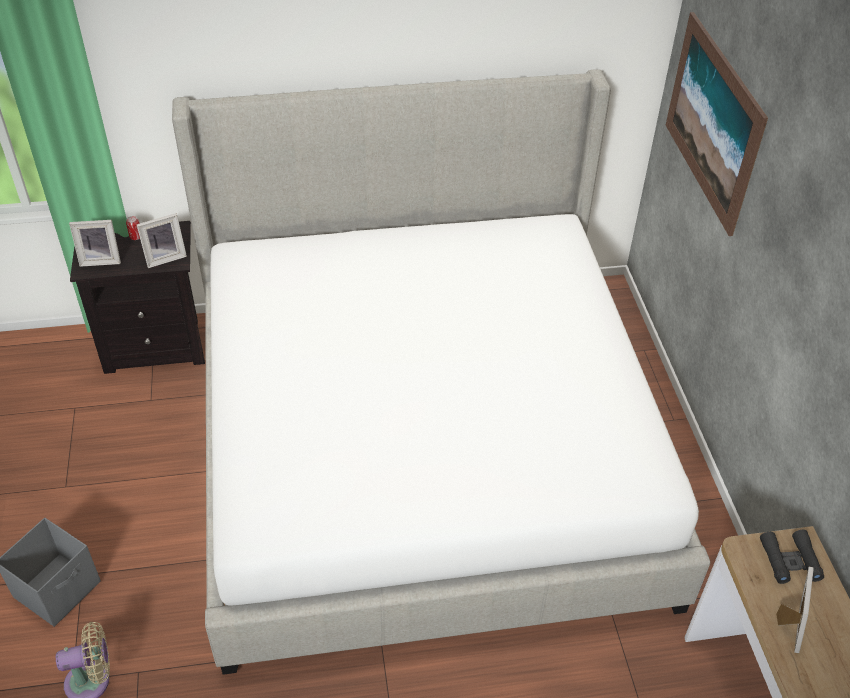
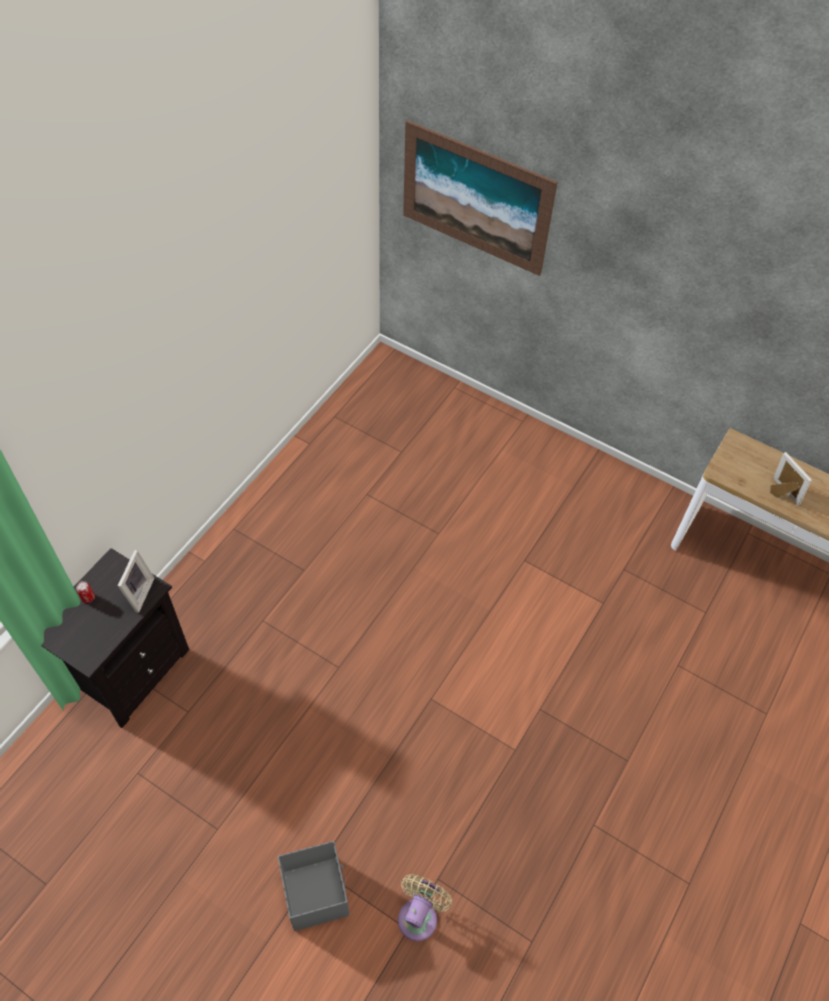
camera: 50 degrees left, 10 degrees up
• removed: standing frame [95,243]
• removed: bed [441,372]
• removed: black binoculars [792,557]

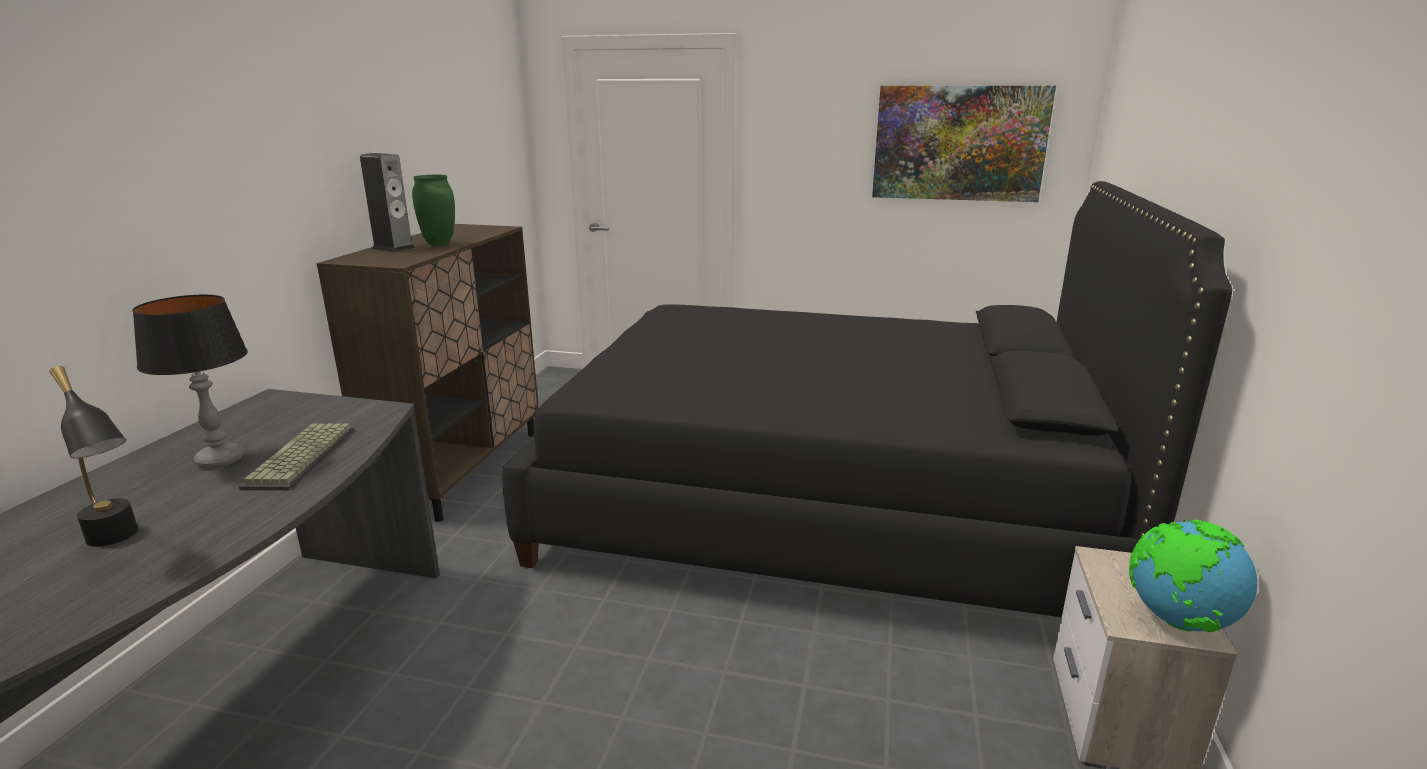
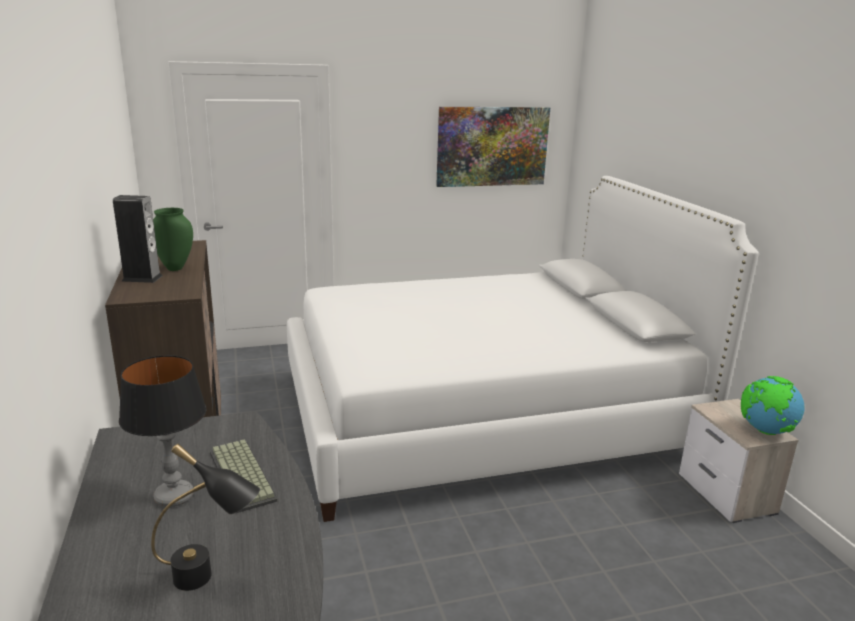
camera: 30 degrees left, 0 degrees up
• recoloured: black bed [867,399] to whitish bed [523,349]

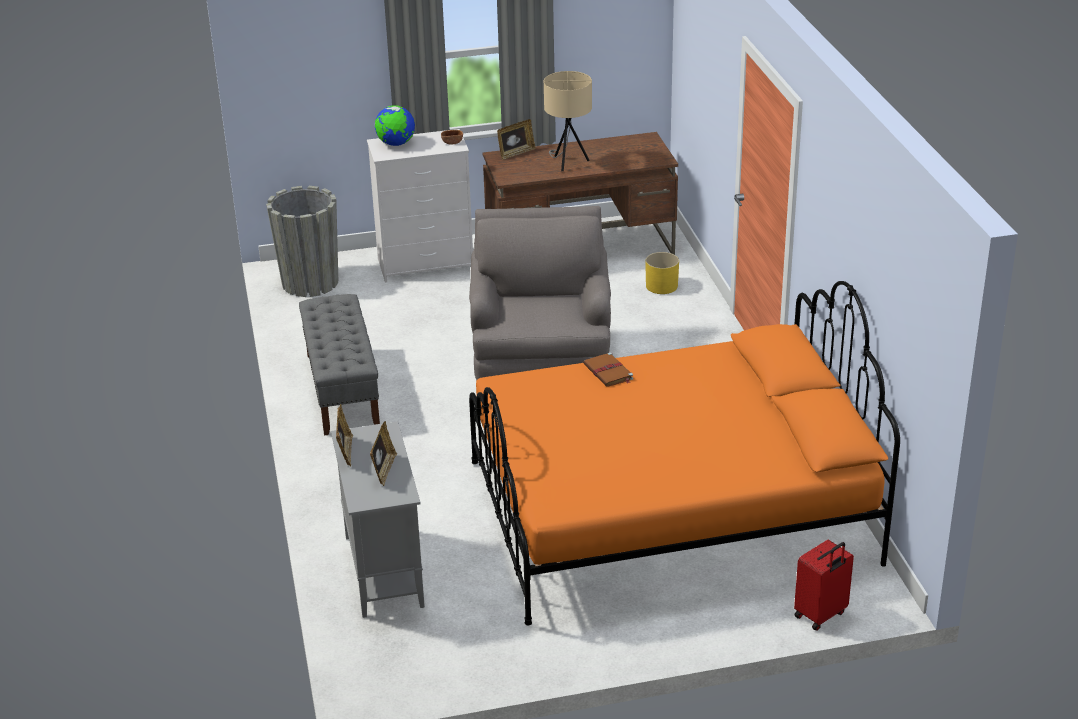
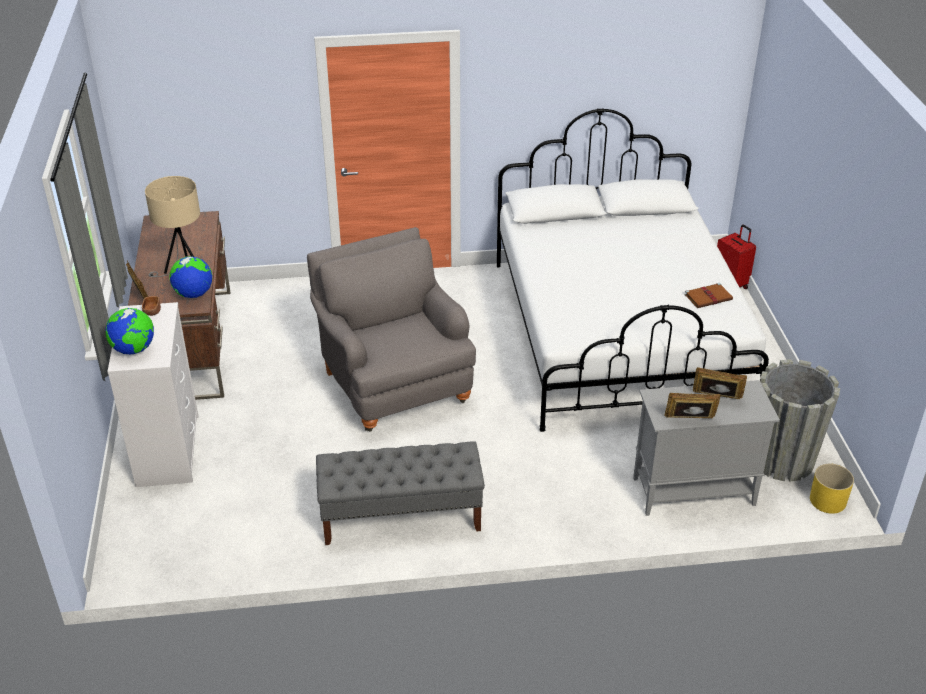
camera: 85 degrees left, 5 degrees up
• added: globe [190,277]
• moved: greyish plant pot [302,241] to [800,420]
• moved: brown-coloured volume [608,369] to [709,295]
• moved: yellow-coloured plant pot [662,273] to [832,489]
• recoloured: orange-coloured bed [684,453] to whitish bed [633,270]
• turned: greyish easy chair [540,293] = [391,329] 60 degrees clockwise

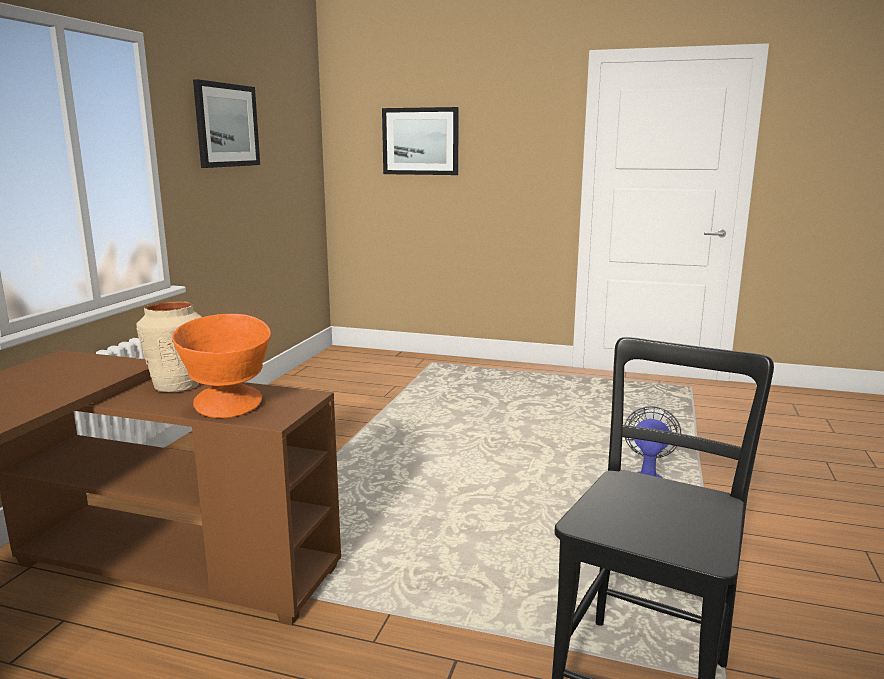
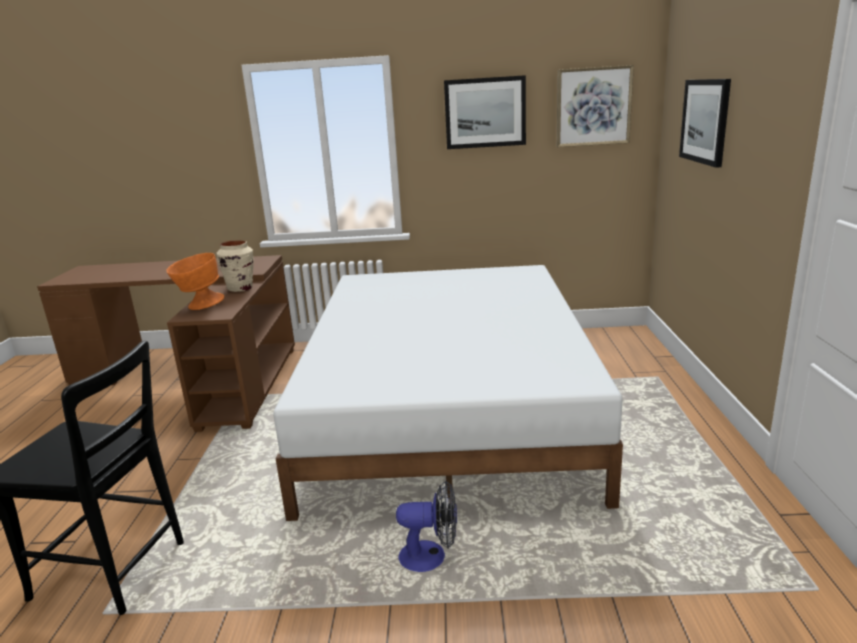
camera: 75 degrees right, 5 degrees up
• added: whitish bed [448,393]
• added: wall art [595,106]

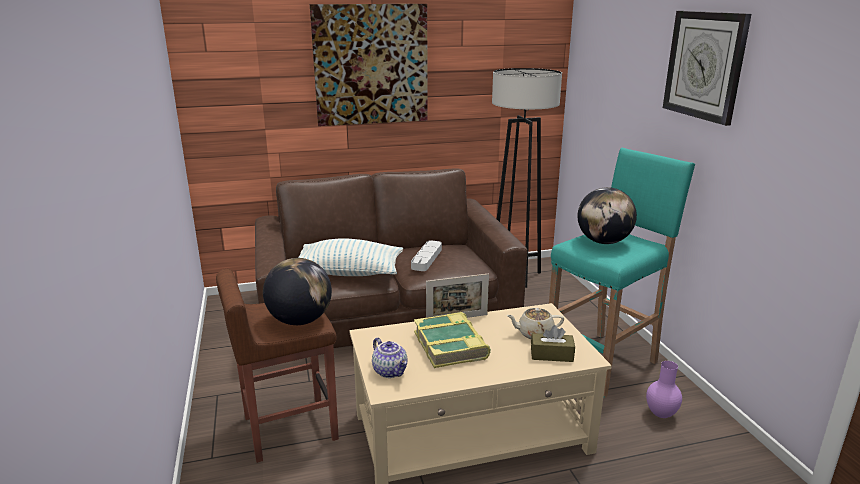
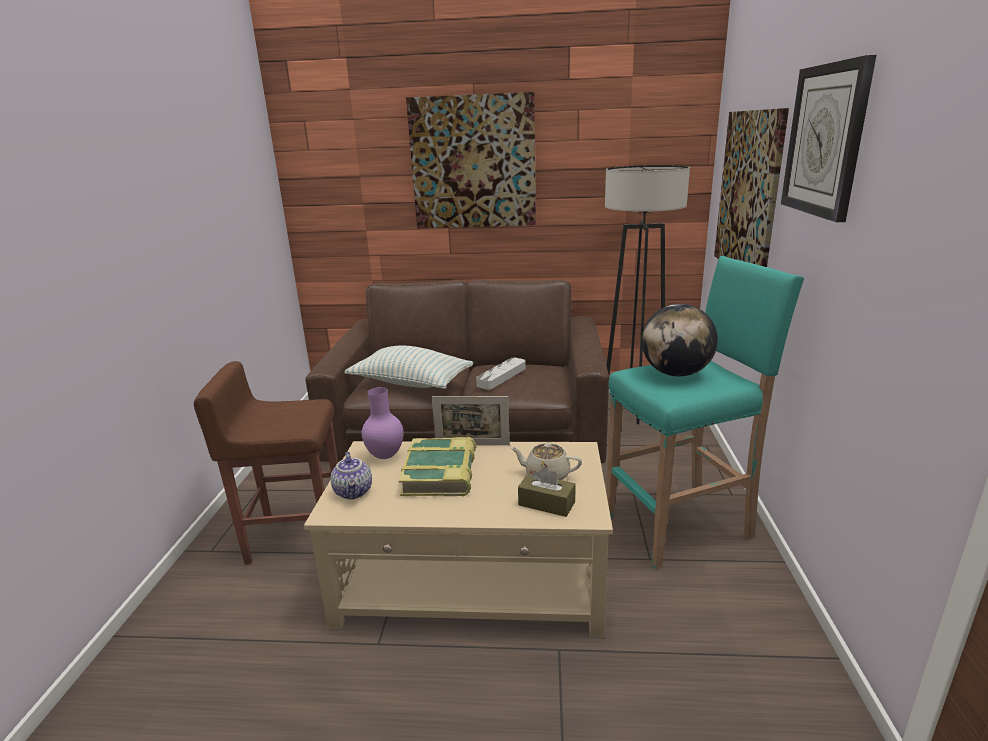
camera: 20 degrees right, 0 degrees up
• removed: globe [297,291]
• added: wall art [751,187]
• moved: purplish flower vase [664,389] to [383,423]

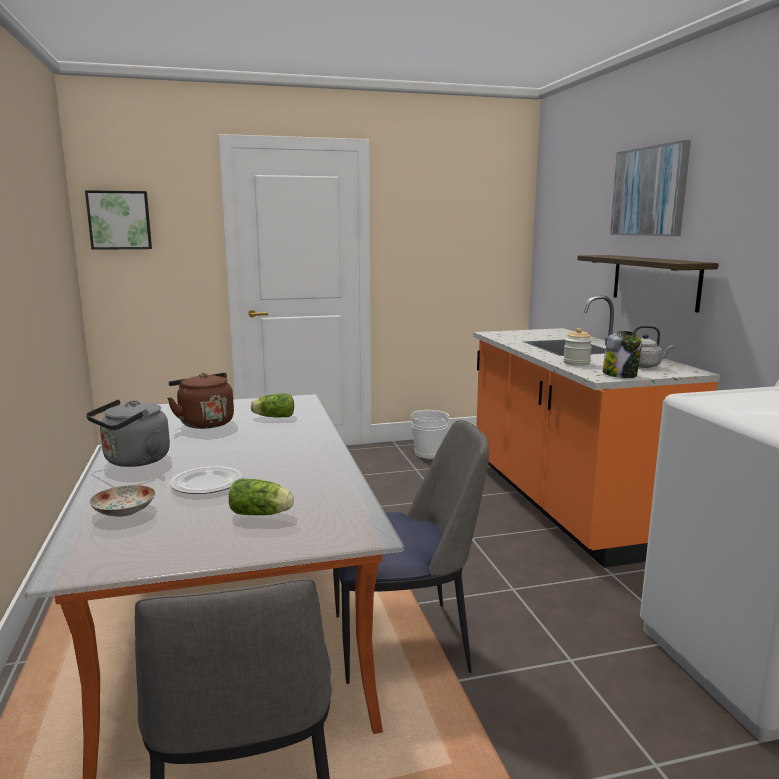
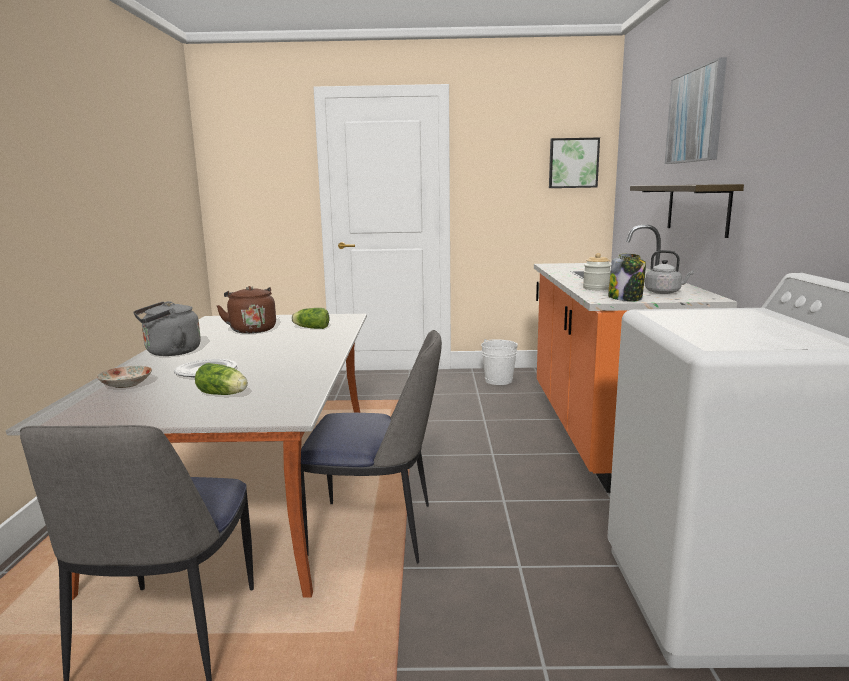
camera: 15 degrees right, 0 degrees up
• moved: wall art [118,220] to [574,163]

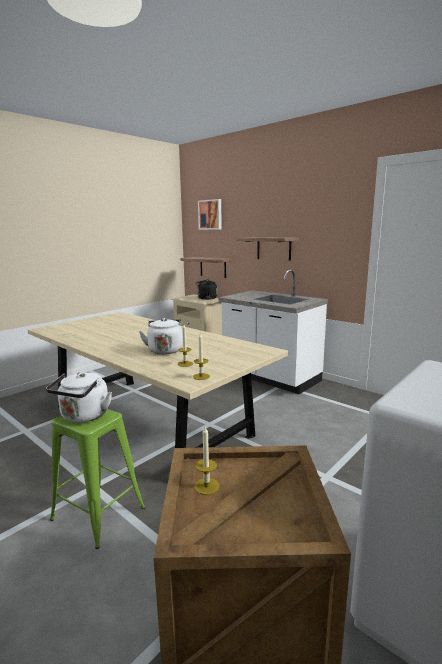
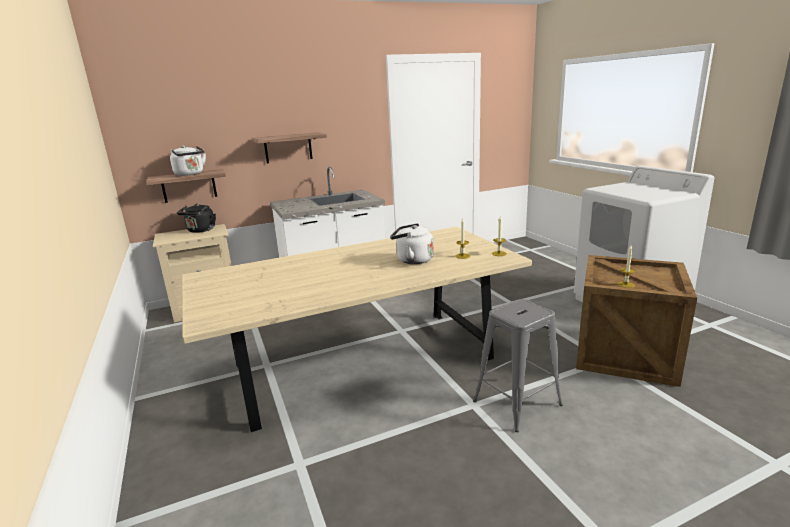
camera: 65 degrees left, 5 degrees up
• removed: wall art [210,214]
• moved: whitish kettle [79,397] to [188,161]
• recoloured: green stool [97,479] to greyish stool [518,365]

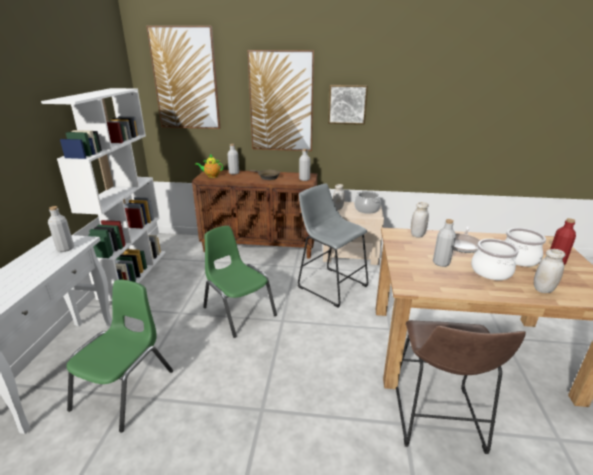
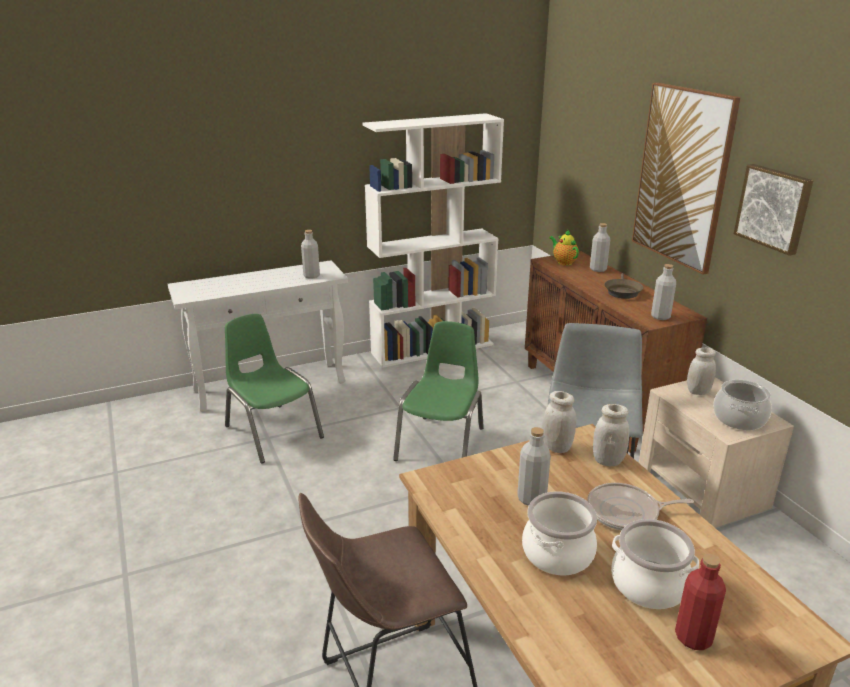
camera: 60 degrees right, 0 degrees up
• removed: wall art [183,77]
• moved: whitish preserve jar [549,271] to [559,422]
• turned: green upright chair [120,355] = [274,389] 120 degrees counterclockwise

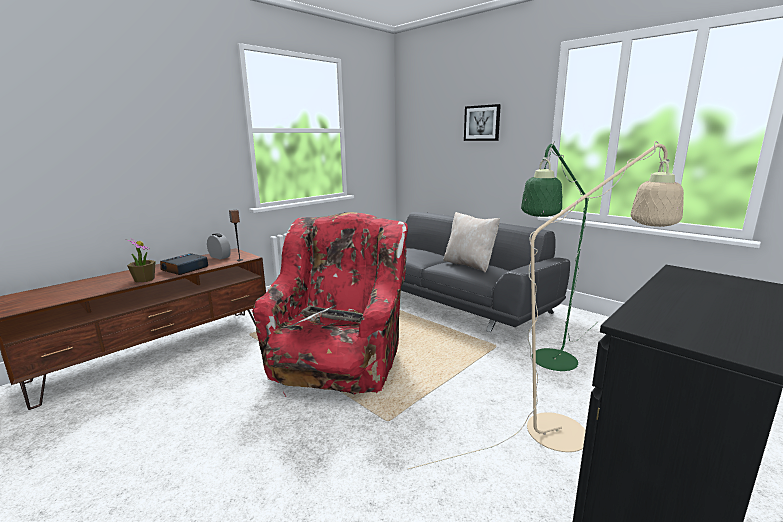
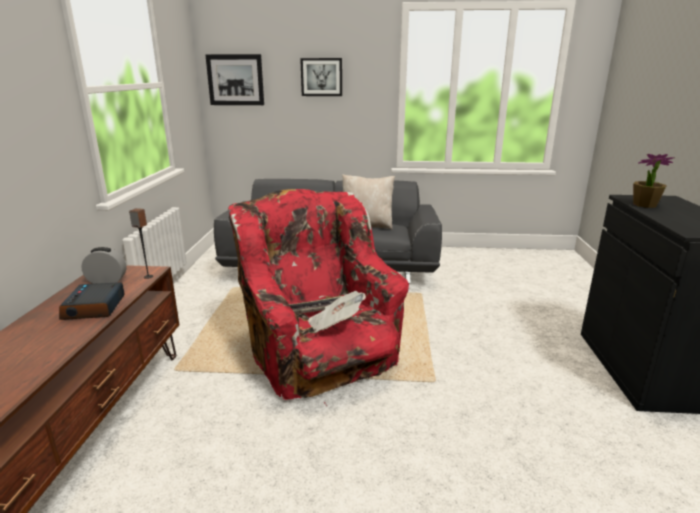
camera: 40 degrees left, 5 degrees up
• removed: beige floor lamp [546,305]
• removed: green floor lamp [559,256]
• added: wall art [234,79]
• moved: houseplant [140,260] to [654,181]

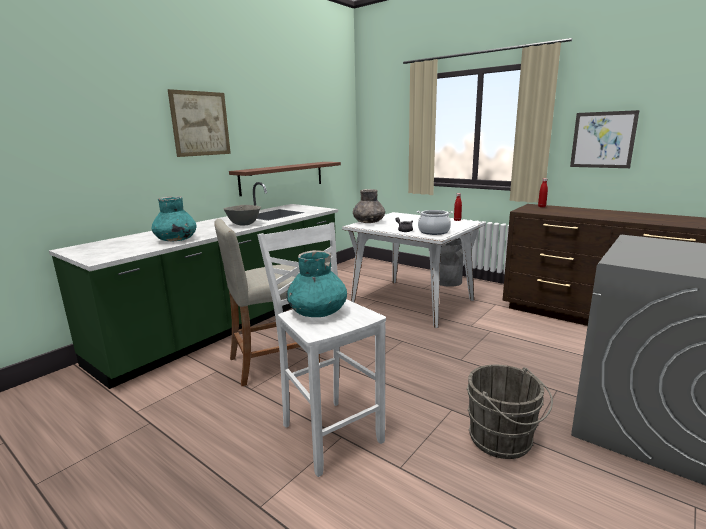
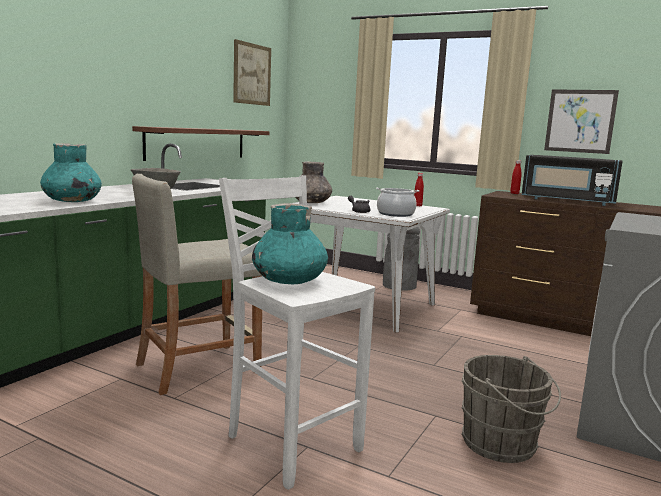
camera: 10 degrees left, 5 degrees down
• added: black kitchen microwave [572,180]
• moved: wall art [199,123] to [252,72]

